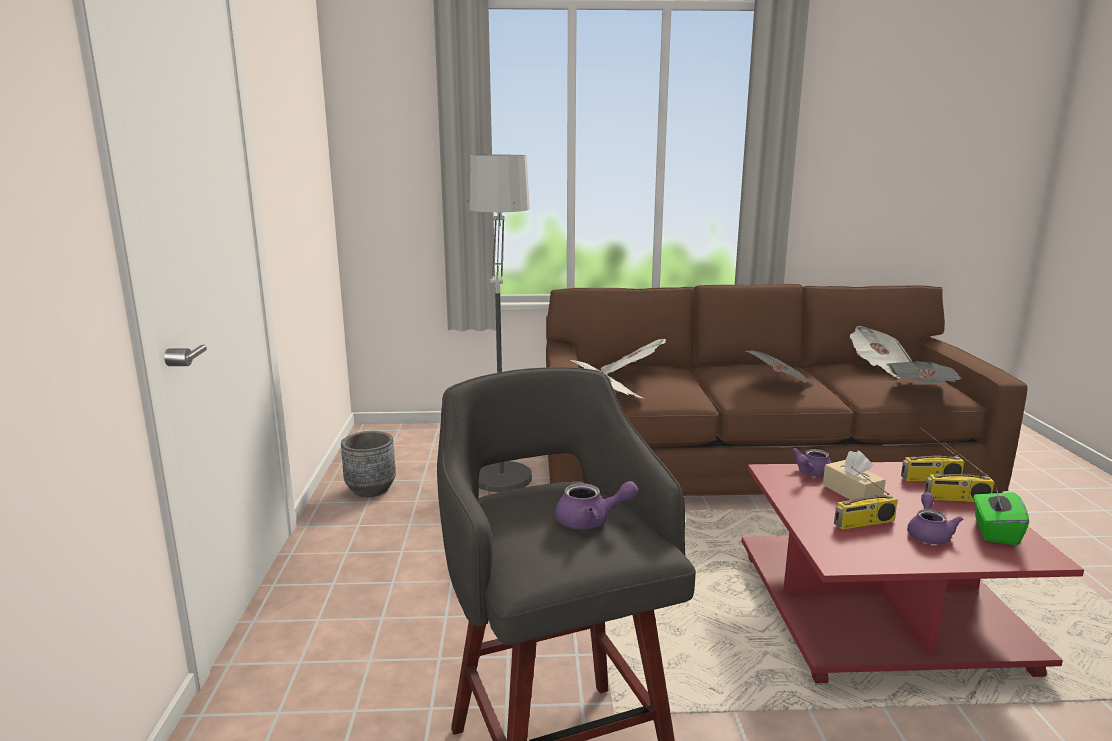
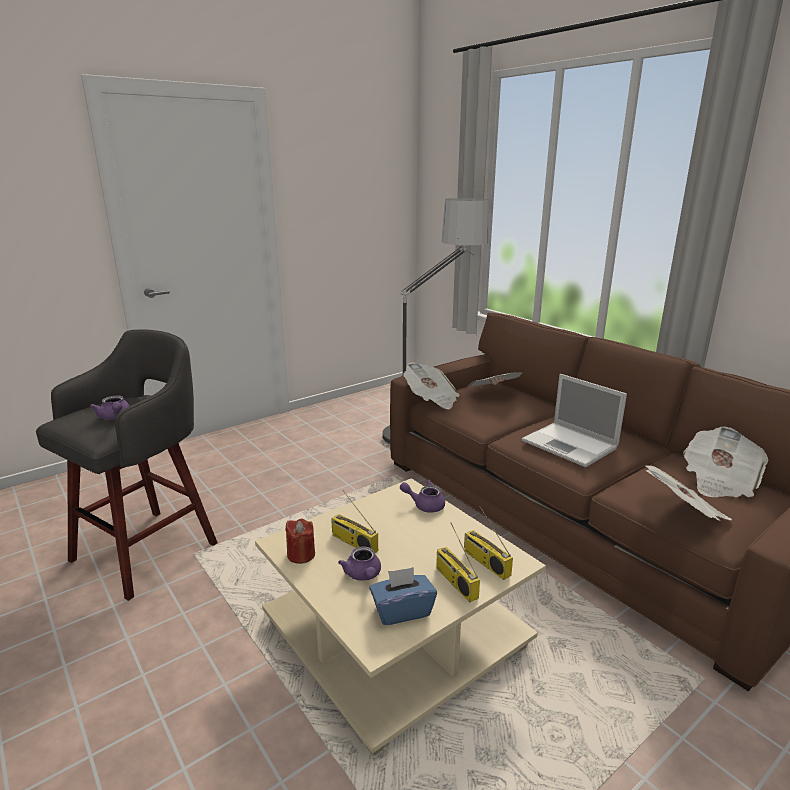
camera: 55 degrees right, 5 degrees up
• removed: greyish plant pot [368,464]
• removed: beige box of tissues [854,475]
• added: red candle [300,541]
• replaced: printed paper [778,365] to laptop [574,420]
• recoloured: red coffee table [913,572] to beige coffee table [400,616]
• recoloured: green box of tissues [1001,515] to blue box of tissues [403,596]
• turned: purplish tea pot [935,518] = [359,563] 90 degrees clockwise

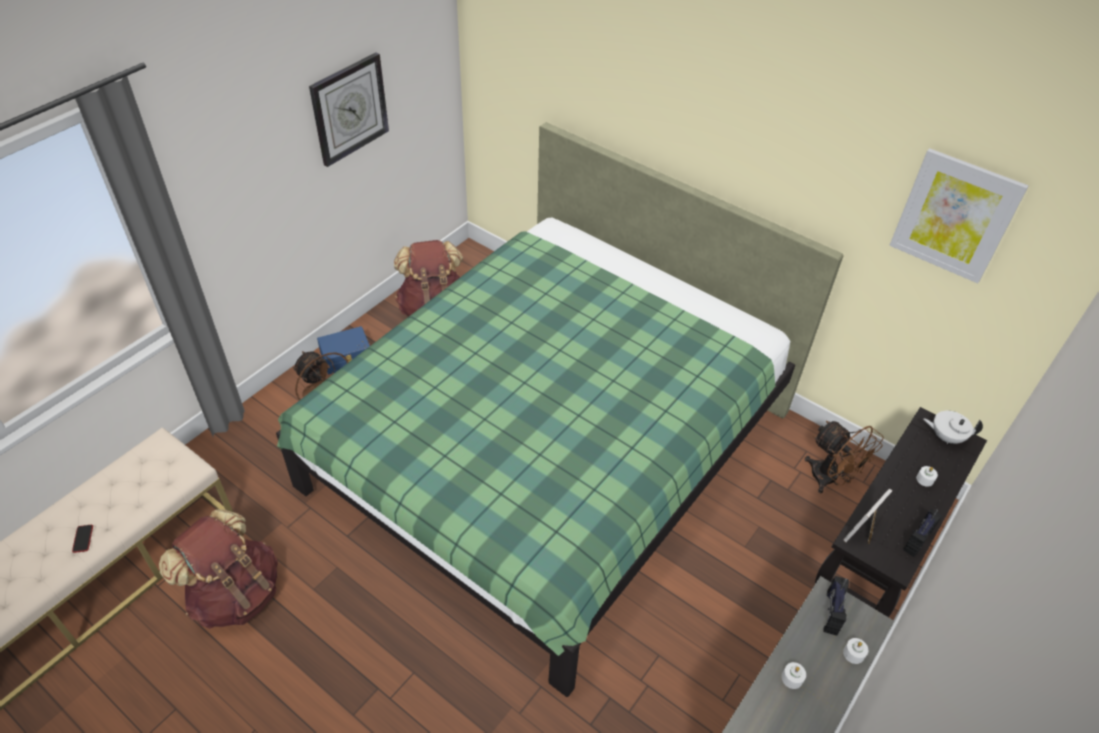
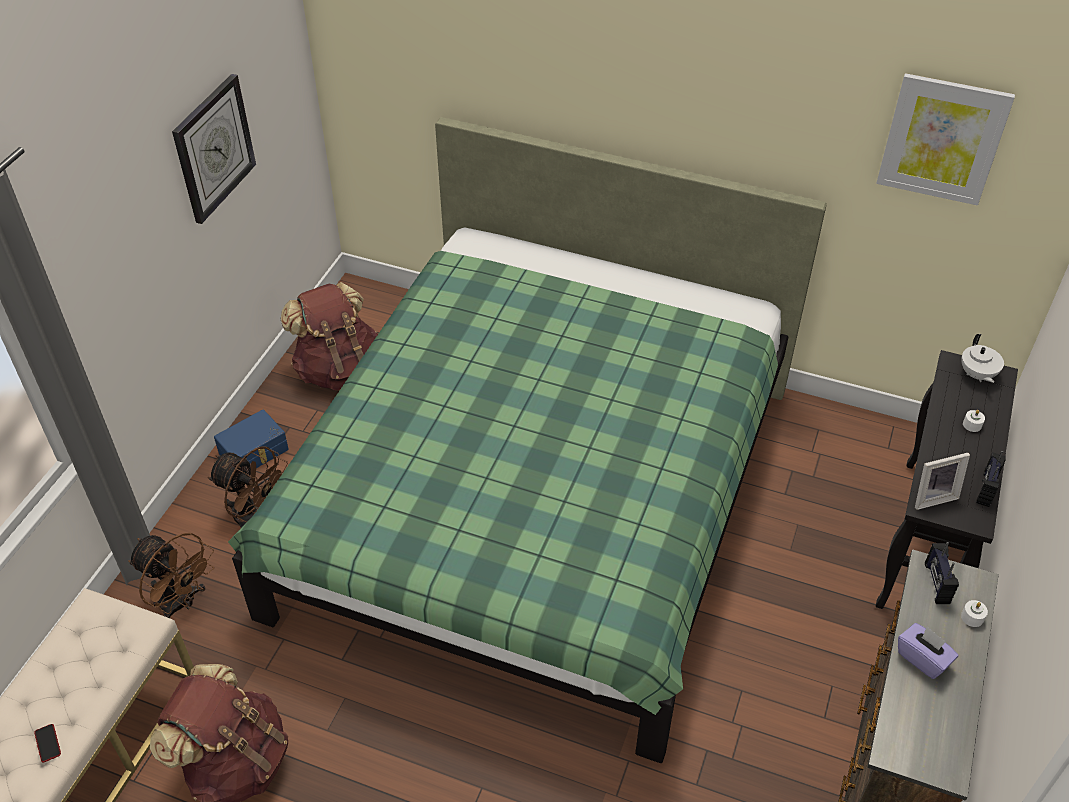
camera: 15 degrees left, 0 degrees up
• moved: brown-coloured fan [844,457] to [171,575]
• replaced: whitish candle [794,675] to purplish box of tissues [928,651]
• turned: standing frame [867,516] = [942,481] 135 degrees counterclockwise
• turned: whitish tea pot [953,427] = [982,358] 90 degrees counterclockwise

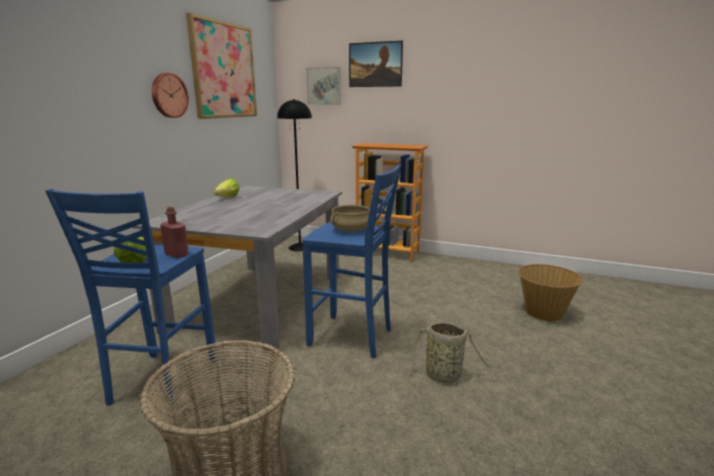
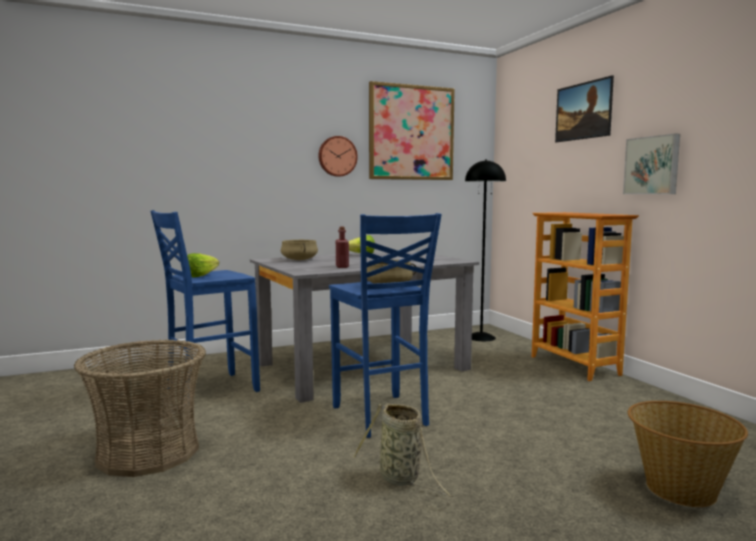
camera: 45 degrees right, 10 degrees down
• added: beige saucepot [299,250]
• moved: red drink bottle [174,232] to [342,247]
• moved: wall art [323,86] to [651,164]

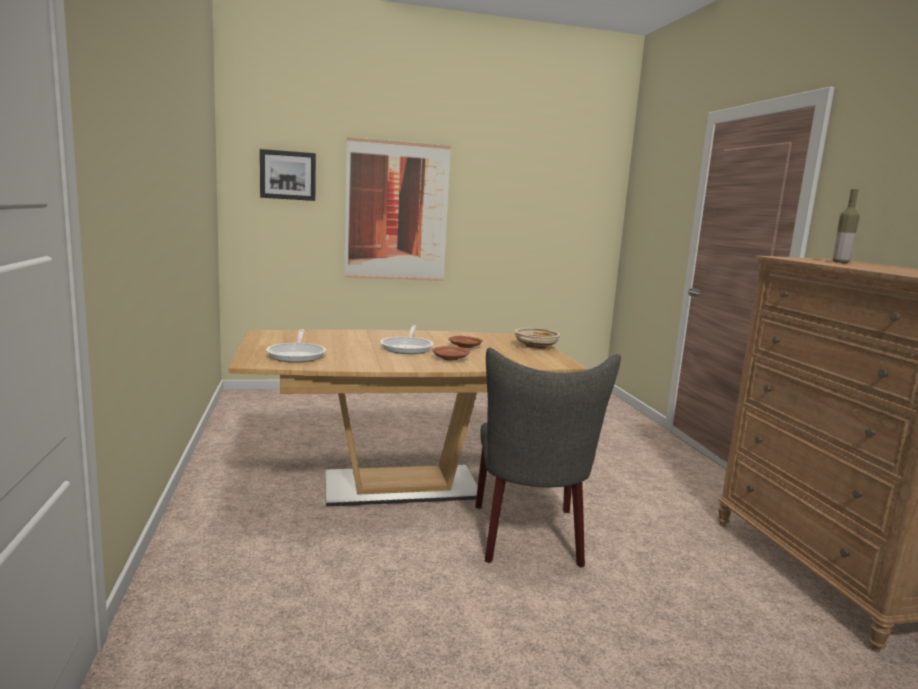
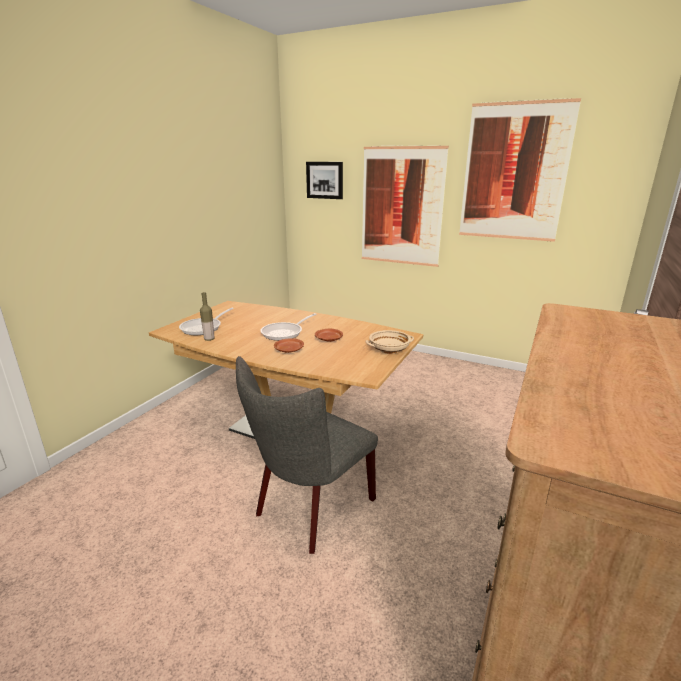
camera: 40 degrees right, 10 degrees up
• added: wall art [520,170]
• moved: drink bottle [846,226] to [207,316]

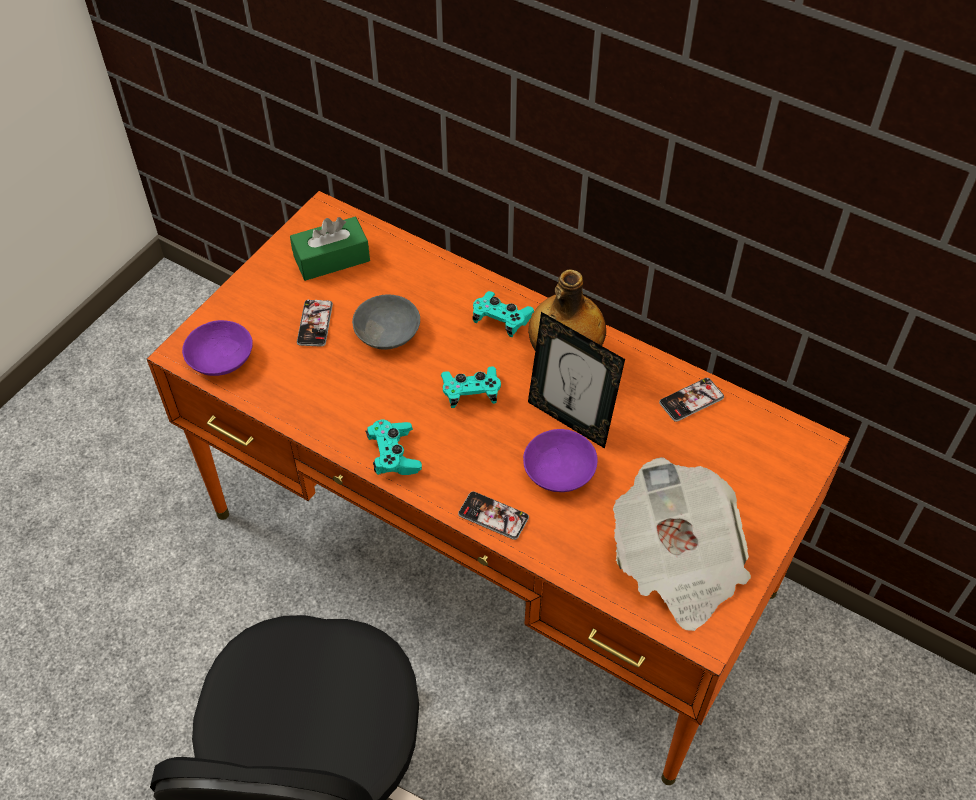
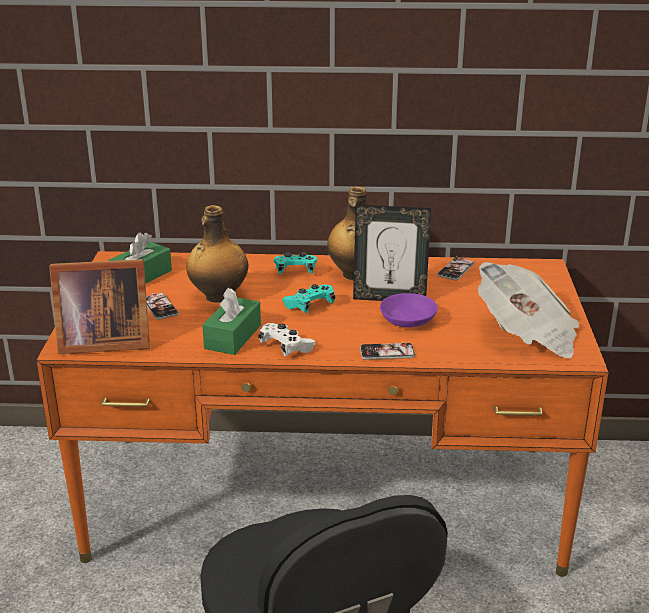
camera: 30 degrees left, 25 degrees down
• added: green box of tissues [231,321]
• replaced: purplish bowl [217,348] to standing frame [99,306]
• replaced: greyish bowl [386,322] to drink bottle [217,254]
• recoloured: blue-green joypad [393,447] to whitish joypad [287,339]

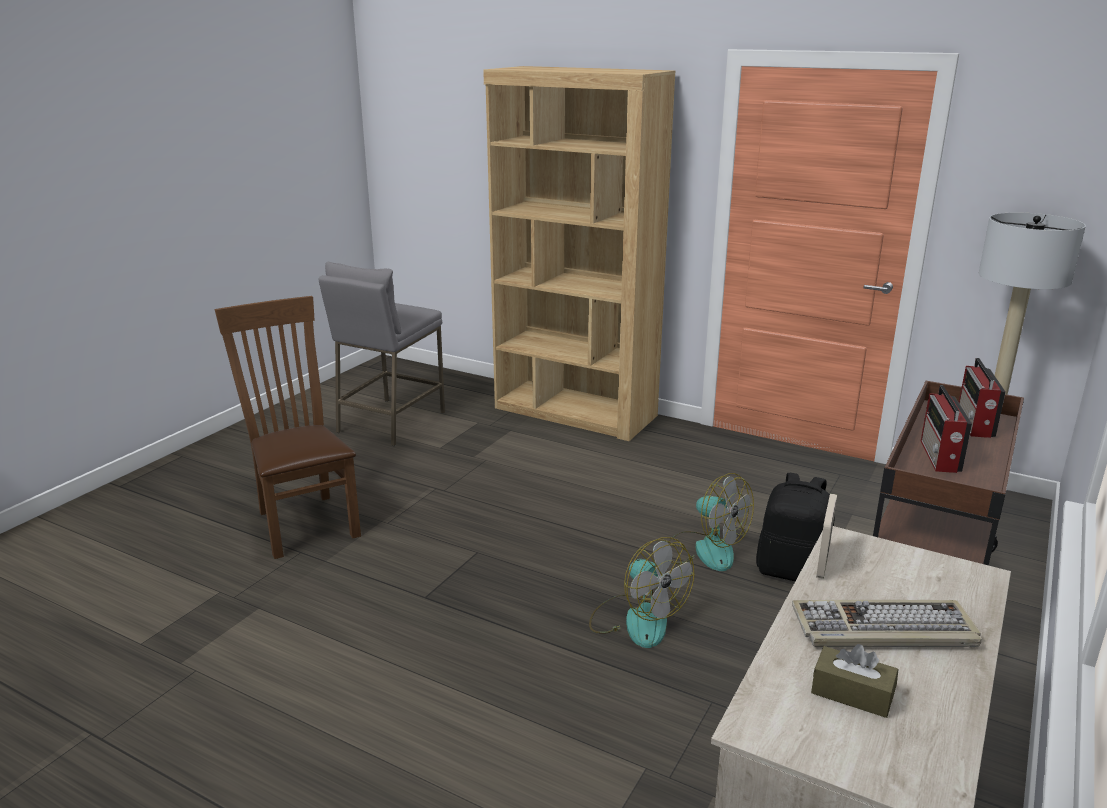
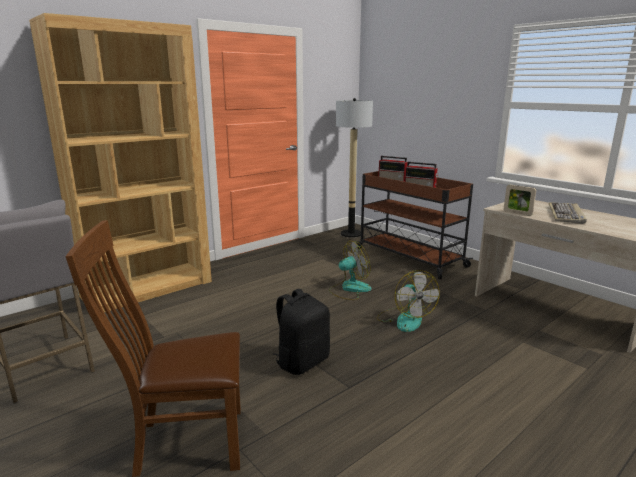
camera: 70 degrees left, 5 degrees down
• removed: brown-coloured box of tissues [855,681]
• moved: black rucksack [795,527] to [301,332]
• turned: fan [641,592] = [408,301] 90 degrees clockwise

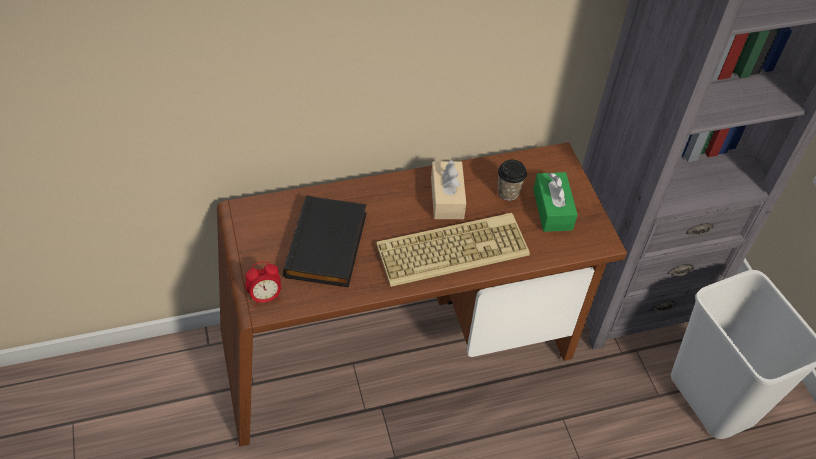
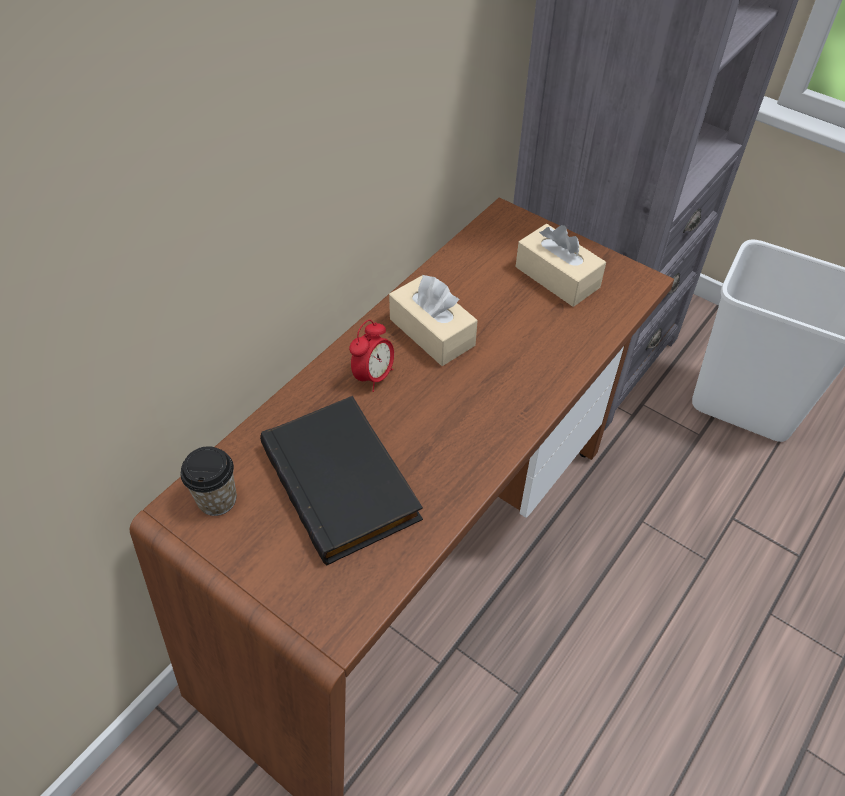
camera: 35 degrees left, 0 degrees up
• removed: keyboard [453,250]
• moved: table clock [263,283] to [371,356]
• moved: cup [512,180] to [209,481]
• recoloured: green box of tissues [555,202] to beige box of tissues [561,265]

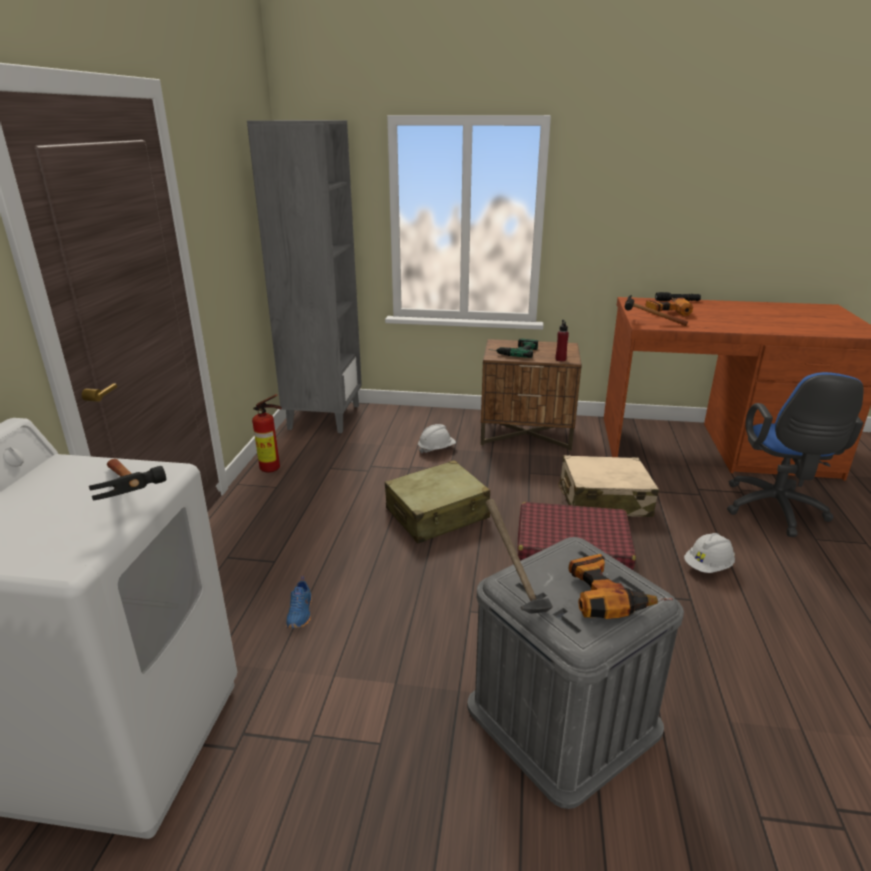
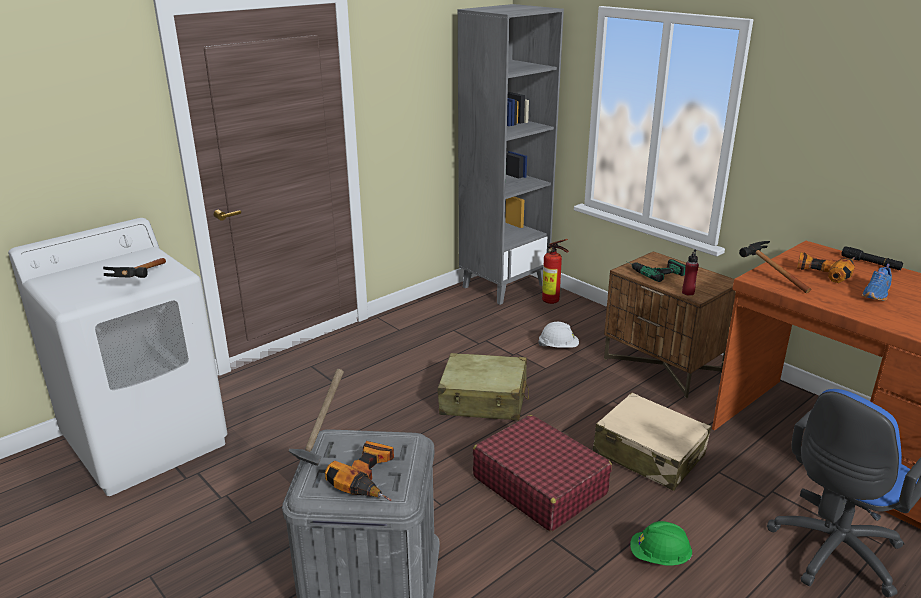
camera: 40 degrees right, 0 degrees up
• moved: fire-fighting cylinder [267,433] to [555,271]
• moved: blue low shoe [299,602] to [877,282]
• recoloured: whitish safety helmet [709,553] to green safety helmet [661,543]

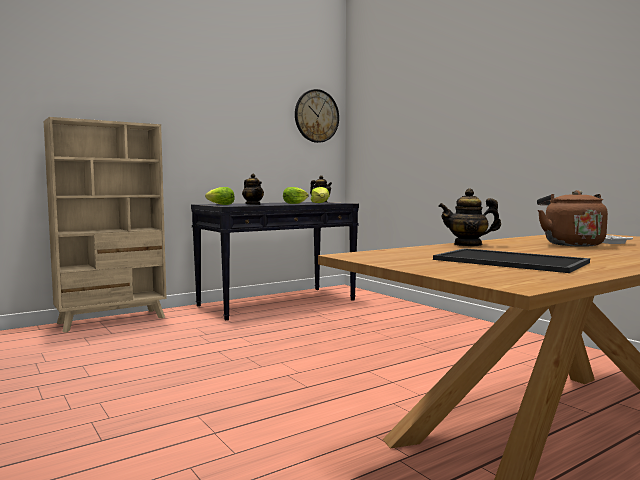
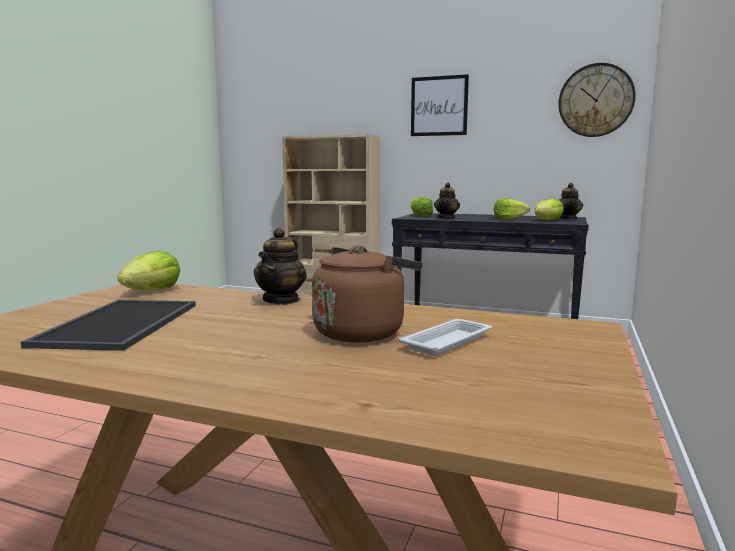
camera: 55 degrees right, 5 degrees up
• added: lettuce [149,270]
• added: wall art [440,105]
• turned: tea pot [469,217] = [280,266] 135 degrees counterclockwise

